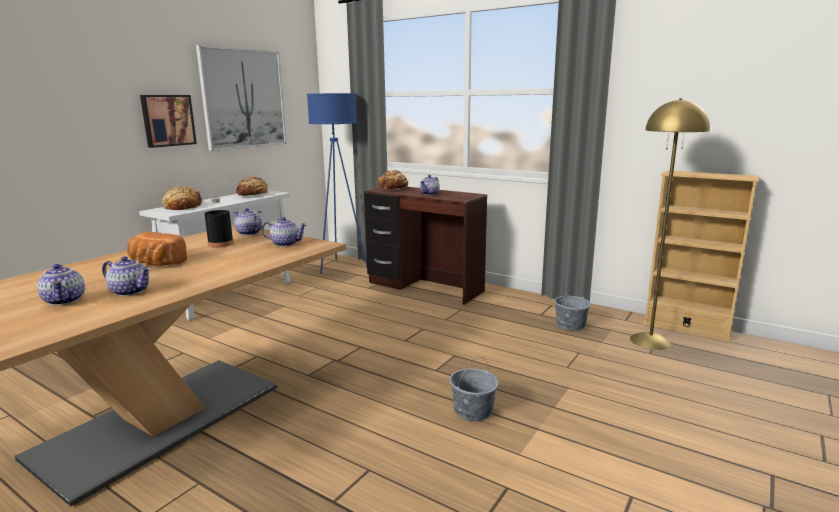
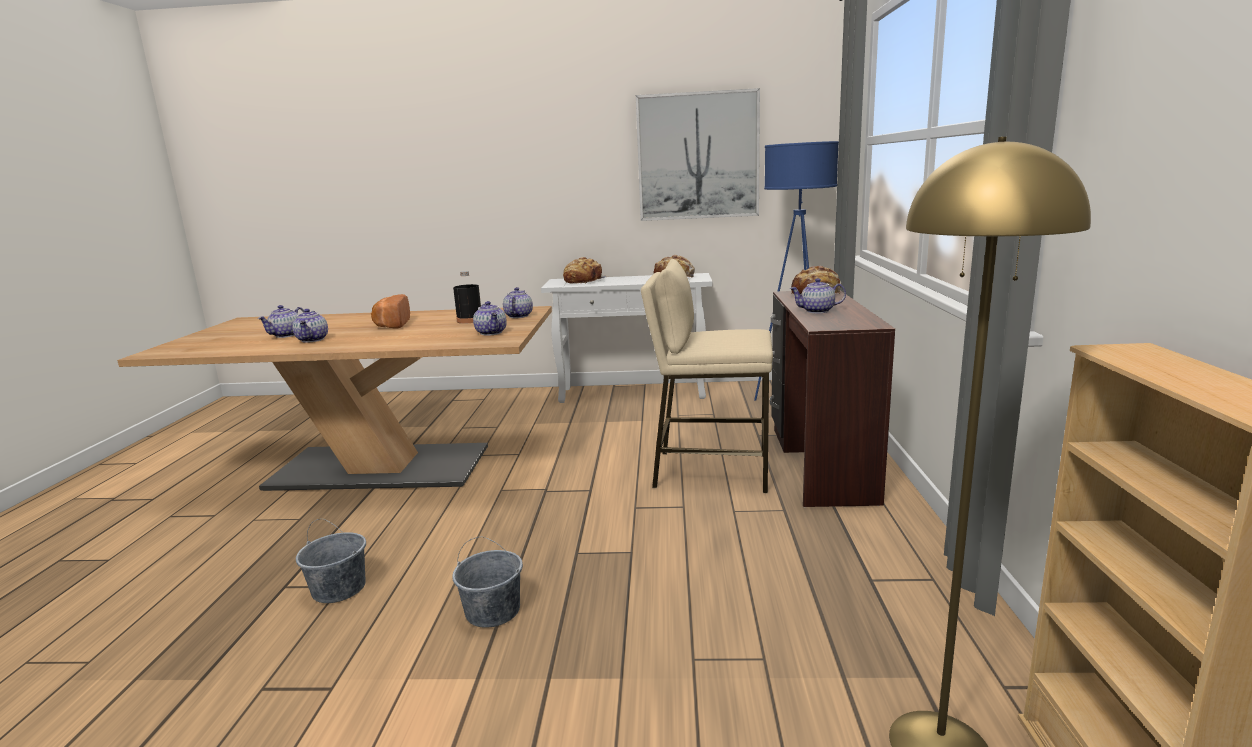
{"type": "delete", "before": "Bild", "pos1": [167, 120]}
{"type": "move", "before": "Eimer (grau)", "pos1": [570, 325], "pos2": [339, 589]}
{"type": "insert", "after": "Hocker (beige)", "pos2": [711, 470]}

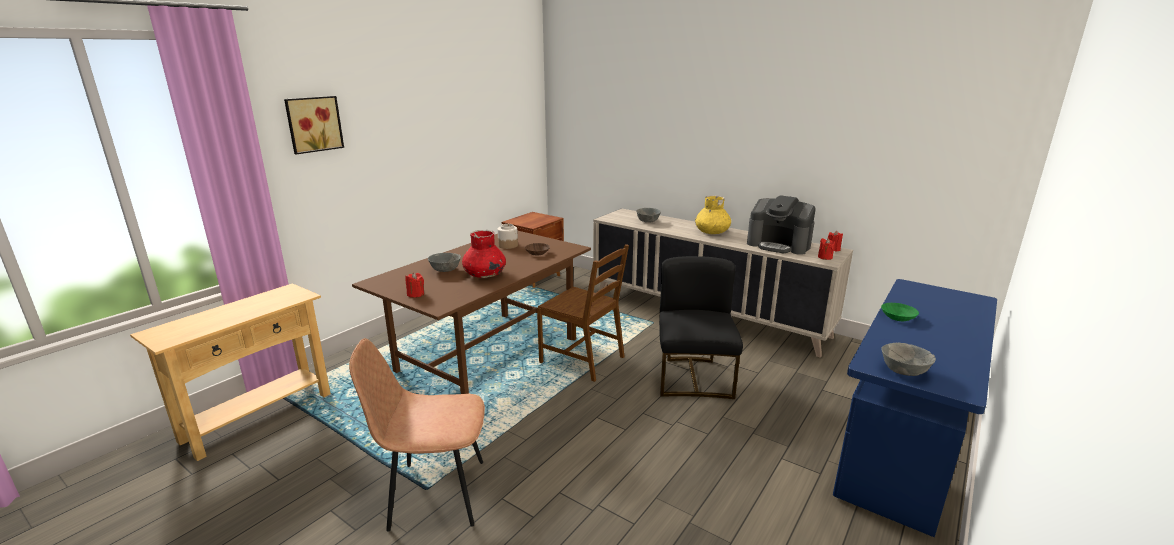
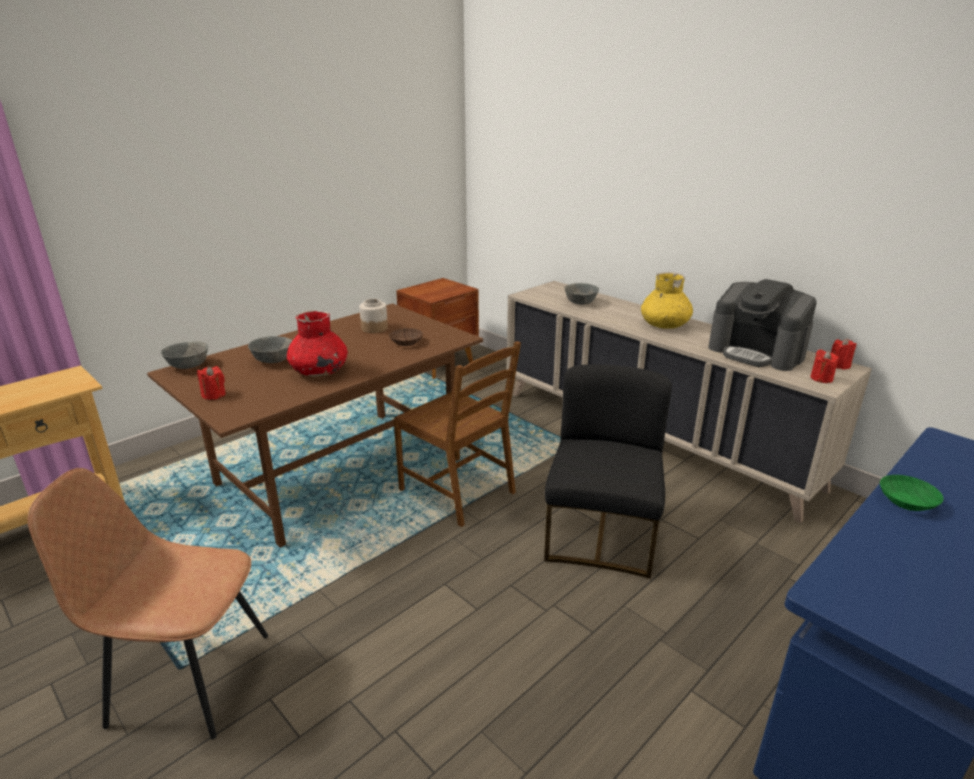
{"type": "delete", "before": "Bild", "pos1": [313, 124]}
{"type": "move", "before": "Schüssel (grau)", "pos1": [903, 371], "pos2": [188, 366]}

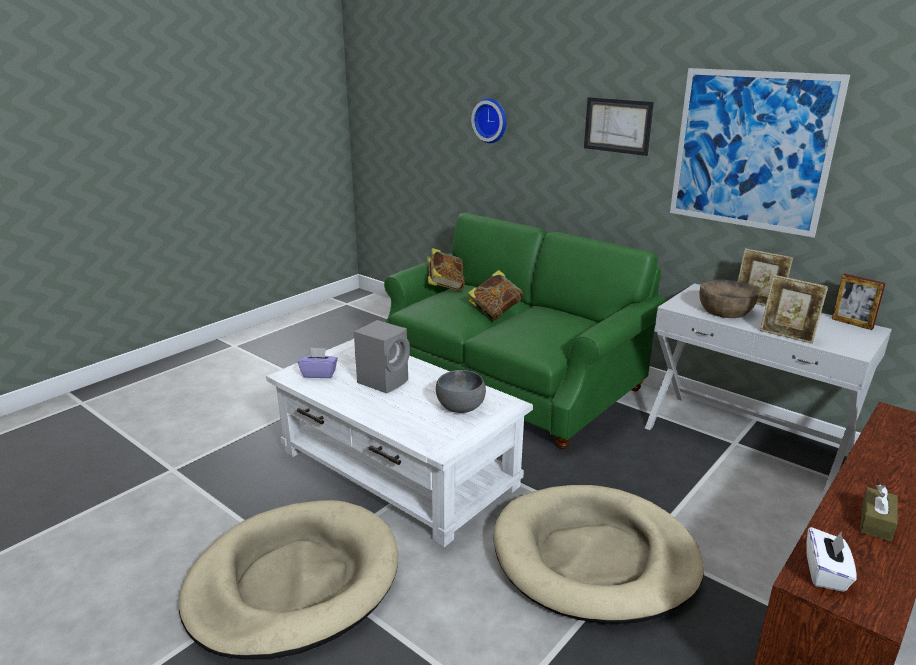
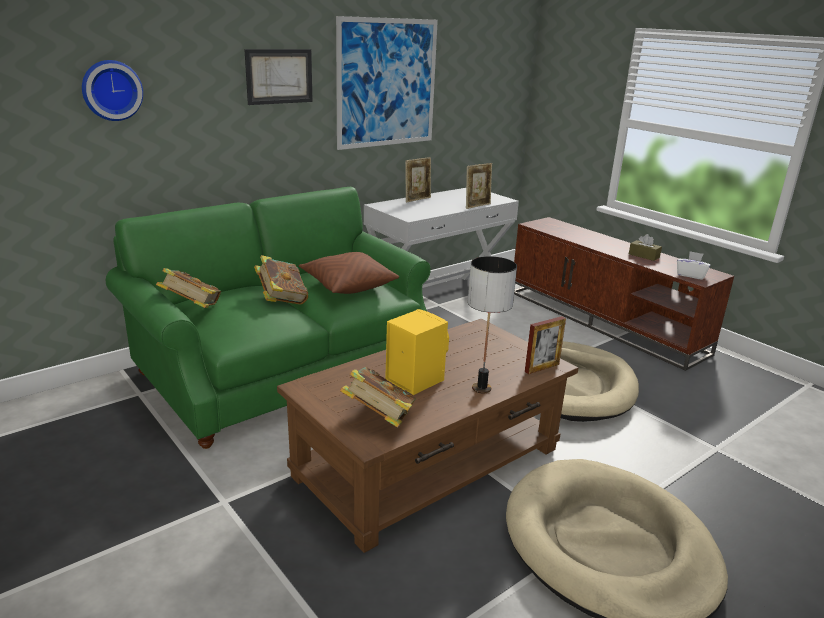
{"type": "move", "before": "Bilderrahmen", "pos1": [852, 323], "pos2": [542, 368]}
{"type": "delete", "before": "Schüssel (braun)", "pos1": [725, 310]}
{"type": "recolor", "before": "Lautsprecher (grau)", "after": "Lautsprecher (gelb)", "pos1": [384, 381], "pos2": [414, 379]}
{"type": "recolor", "before": "Couchtisch (weiß)", "after": "Couchtisch (braun)", "pos1": [398, 469], "pos2": [429, 462]}
{"type": "replace", "before": "Taschentuchbox (lila)", "after": "Buch", "pos1": [319, 374], "pos2": [378, 419]}
{"type": "delete", "before": "Schüssel (grau)", "pos1": [461, 406]}
{"type": "insert", "after": "Kissen (braun)", "pos2": [347, 285]}
{"type": "insert", "after": "Tischlampe", "pos2": [481, 389]}

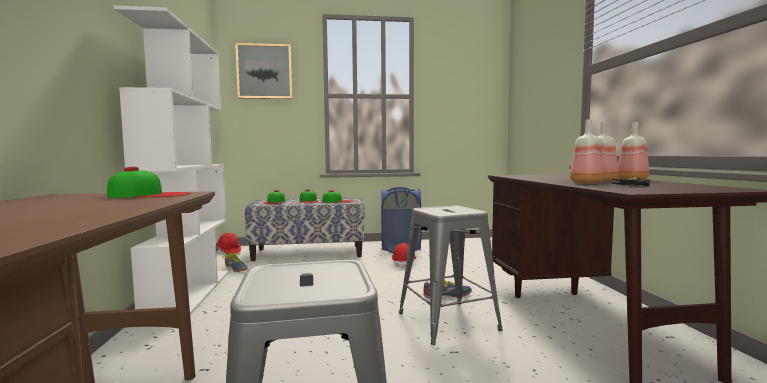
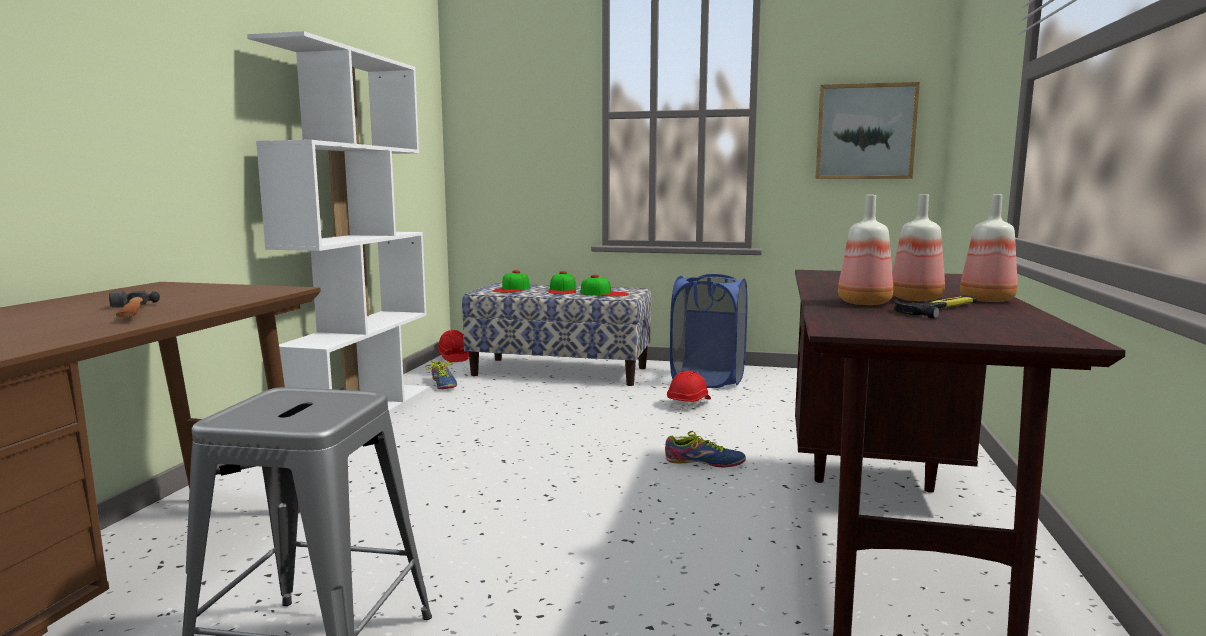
{"type": "move", "before": "Bild", "pos1": [264, 71], "pos2": [865, 132]}
{"type": "delete", "before": "Kappe", "pos1": [150, 195]}
{"type": "delete", "before": "Hocker (grau)", "pos1": [448, 321]}
{"type": "insert", "after": "Hammer", "pos2": [130, 313]}

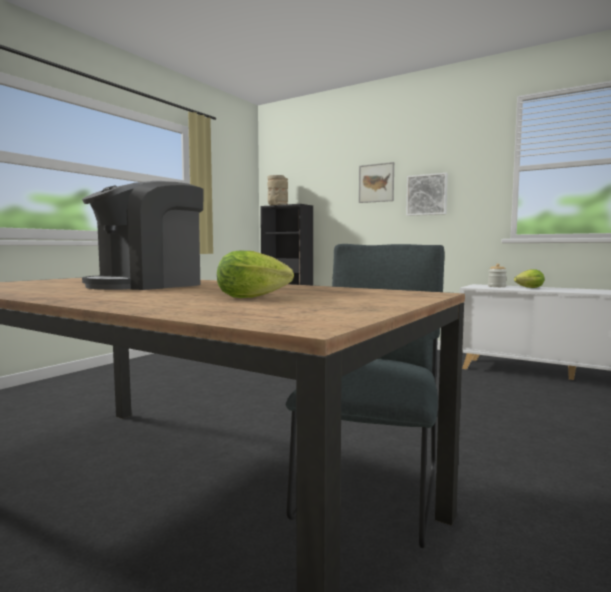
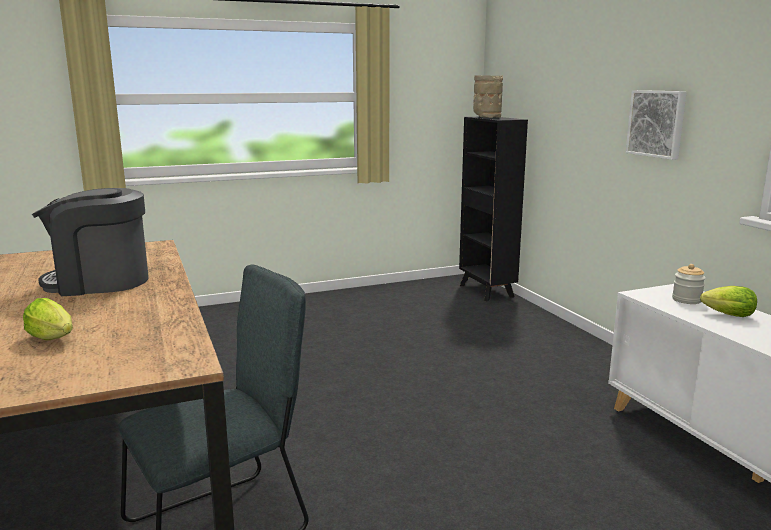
{"type": "delete", "before": "Bild", "pos1": [376, 183]}

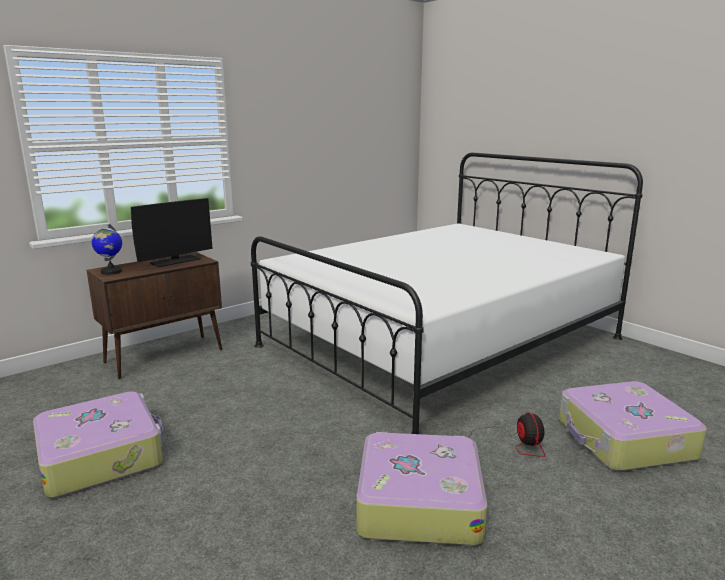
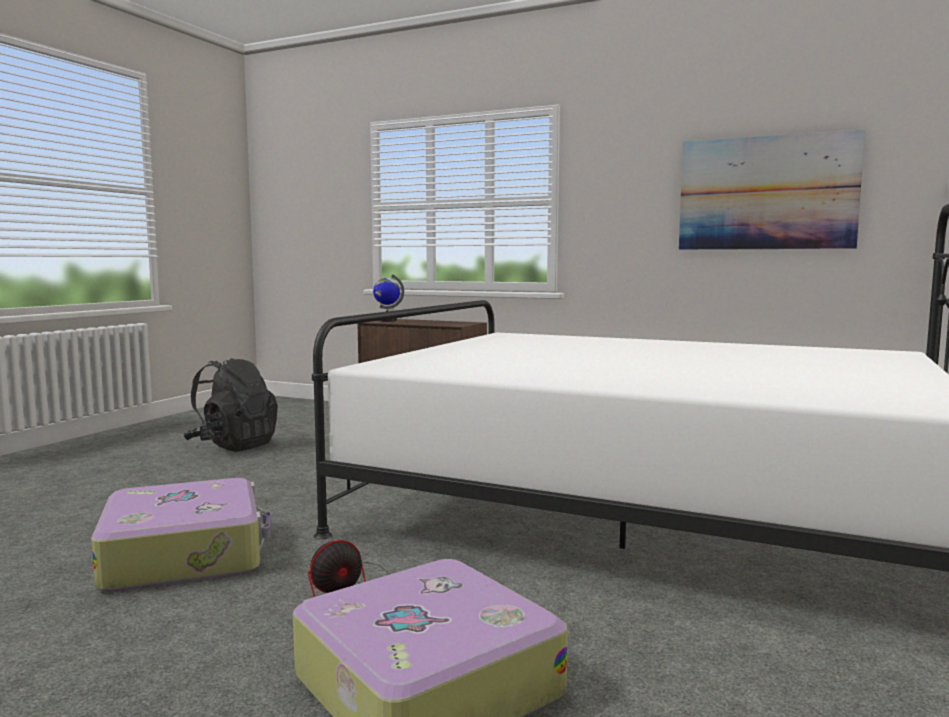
{"type": "delete", "before": "Monitor", "pos1": [175, 261]}
{"type": "replace", "before": "Koffer", "after": "Rucksack (schwarz)", "pos1": [102, 456], "pos2": [233, 445]}
{"type": "insert", "after": "Bild", "pos2": [766, 193]}

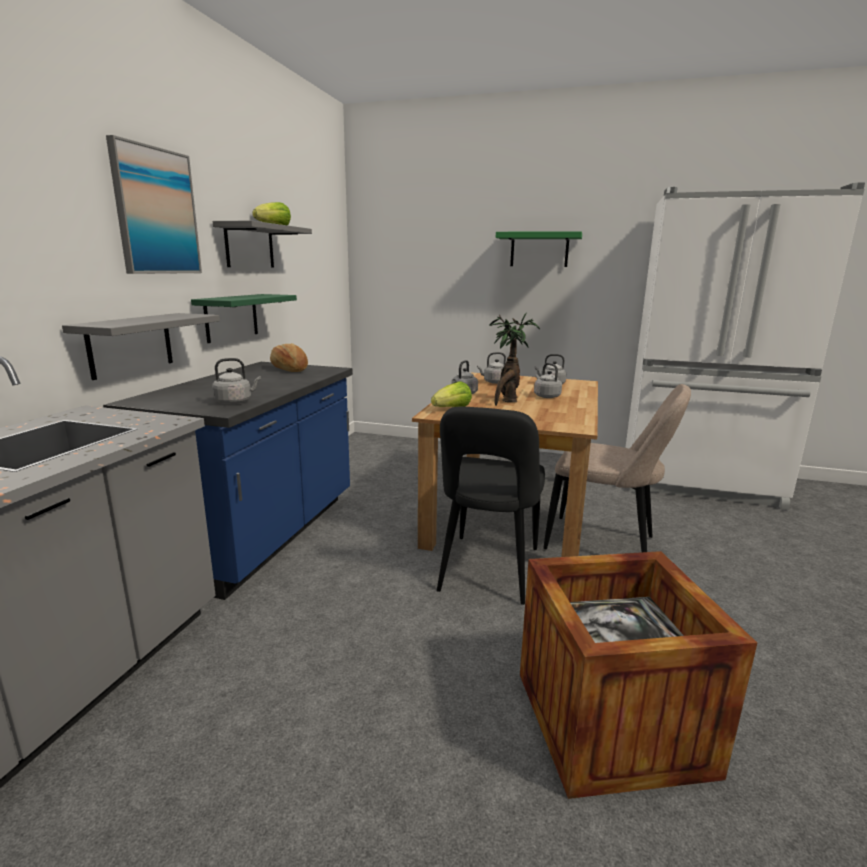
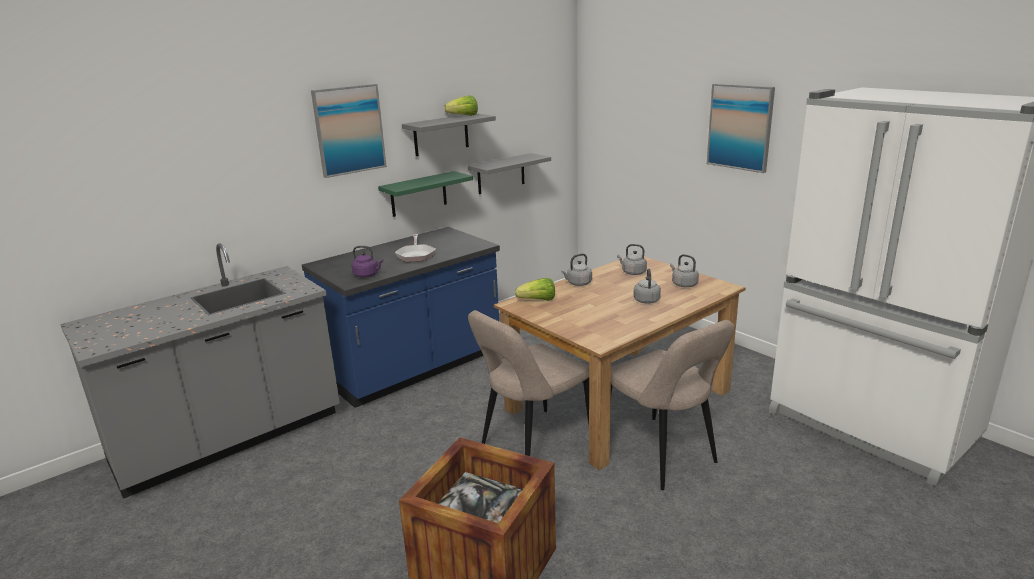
{"type": "replace", "before": "Wandregal (grün)", "after": "Bild", "pos1": [539, 250], "pos2": [740, 127]}
{"type": "move", "before": "Wandregal (grau)", "pos1": [131, 344], "pos2": [501, 174]}
{"type": "delete", "before": "Topfpflanze", "pos1": [507, 401]}
{"type": "delete", "before": "Brot", "pos1": [289, 369]}
{"type": "recolor", "before": "Wasserkessel (grau)", "after": "Wasserkessel (lila)", "pos1": [235, 402], "pos2": [367, 275]}
{"type": "recolor", "before": "Stuhl (schwarz)", "after": "Stuhl (beige)", "pos1": [488, 572], "pos2": [532, 445]}
{"type": "insert", "after": "Pfanne", "pos2": [416, 255]}

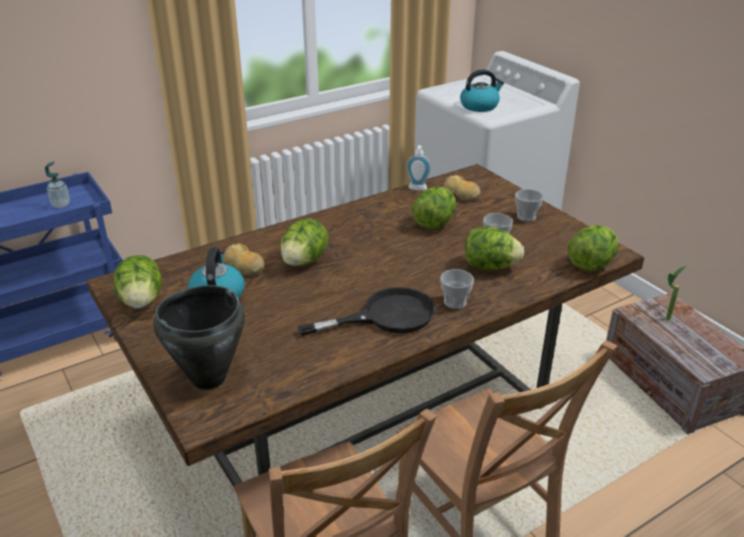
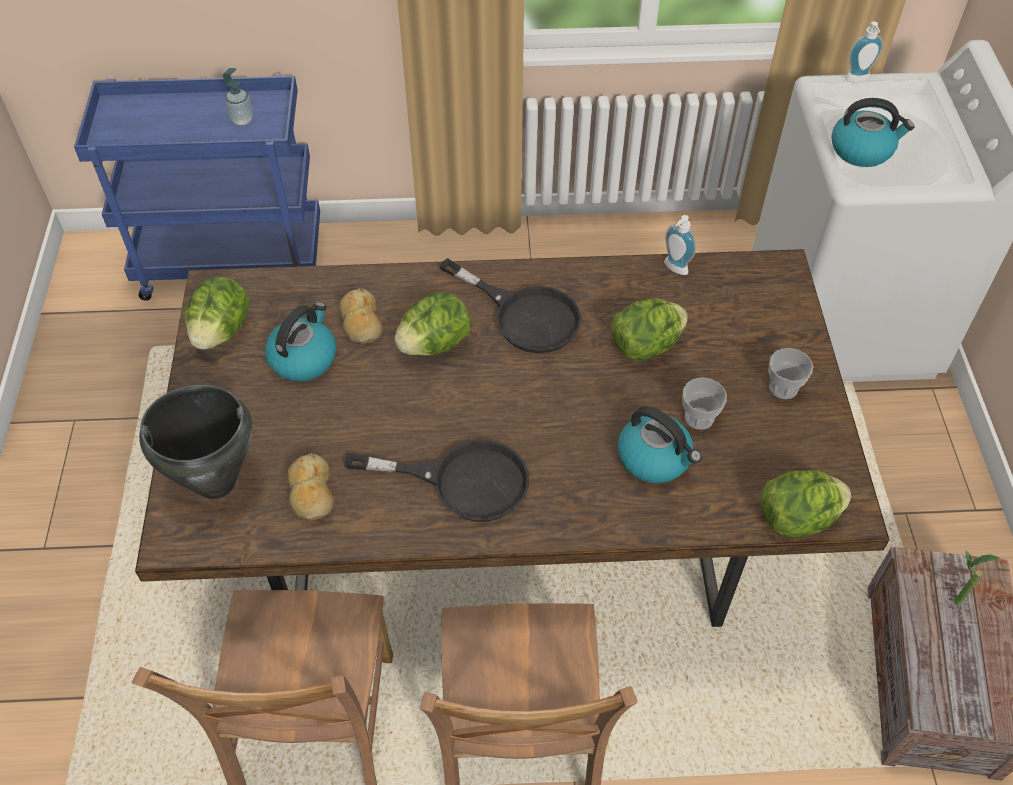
{"type": "move", "before": "Brot", "pos1": [461, 194], "pos2": [311, 493]}
{"type": "replace", "before": "Salatkopf", "after": "Wasserkessel", "pos1": [490, 266], "pos2": [655, 458]}
{"type": "delete", "before": "Tasse", "pos1": [455, 302]}
{"type": "insert", "after": "Seifenspender", "pos2": [858, 80]}
{"type": "insert", "after": "Pfanne (schwarz)", "pos2": [525, 315]}

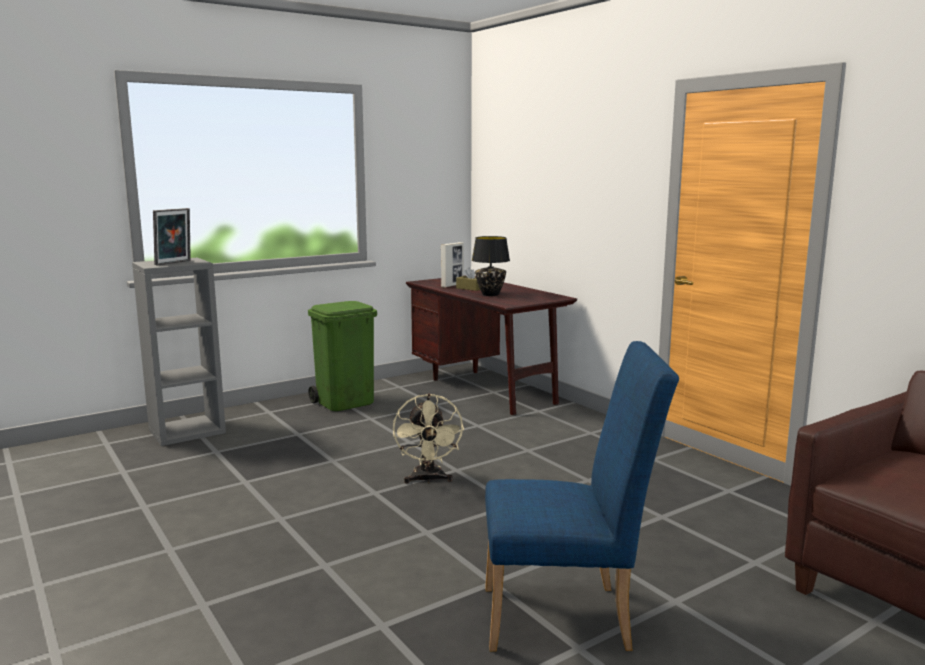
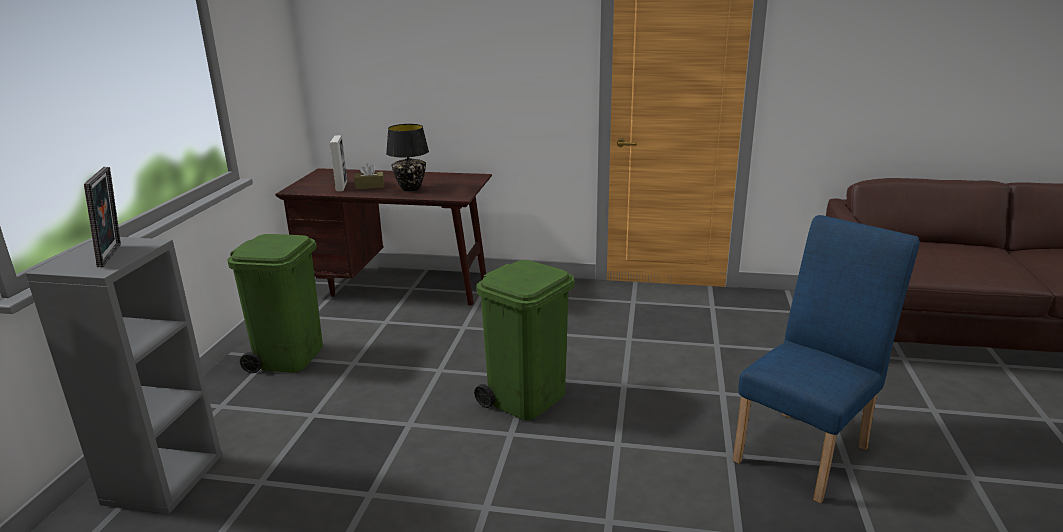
{"type": "replace", "before": "Ventilator (beige)", "after": "Mülleimer (grün)", "pos1": [428, 480], "pos2": [527, 398]}

